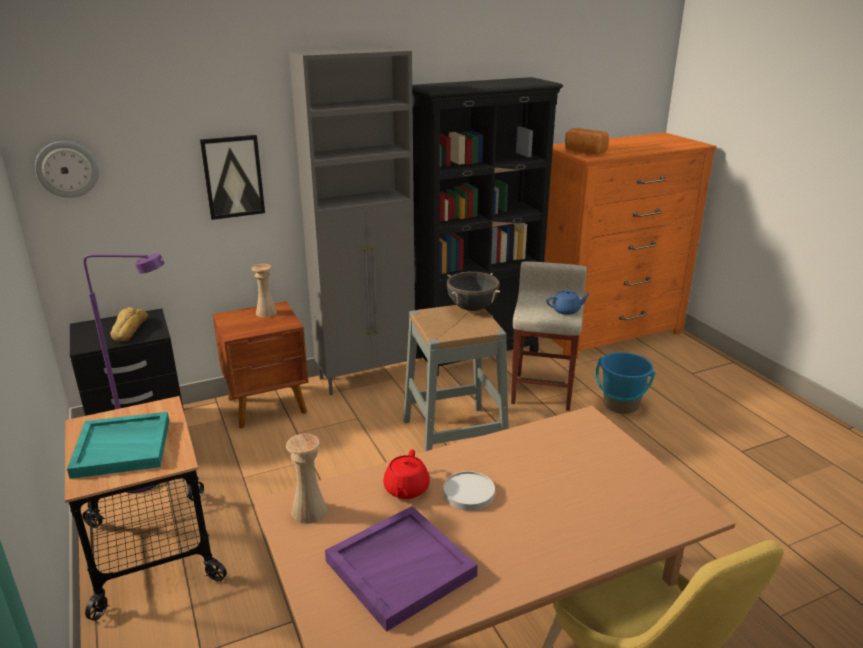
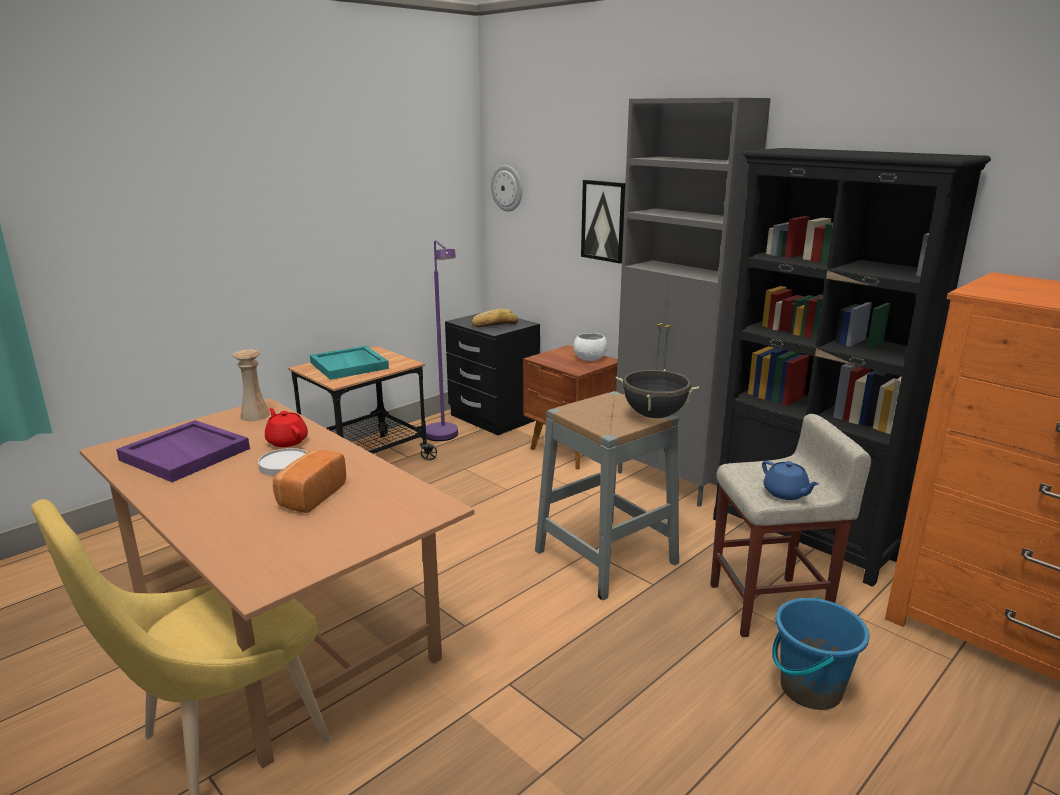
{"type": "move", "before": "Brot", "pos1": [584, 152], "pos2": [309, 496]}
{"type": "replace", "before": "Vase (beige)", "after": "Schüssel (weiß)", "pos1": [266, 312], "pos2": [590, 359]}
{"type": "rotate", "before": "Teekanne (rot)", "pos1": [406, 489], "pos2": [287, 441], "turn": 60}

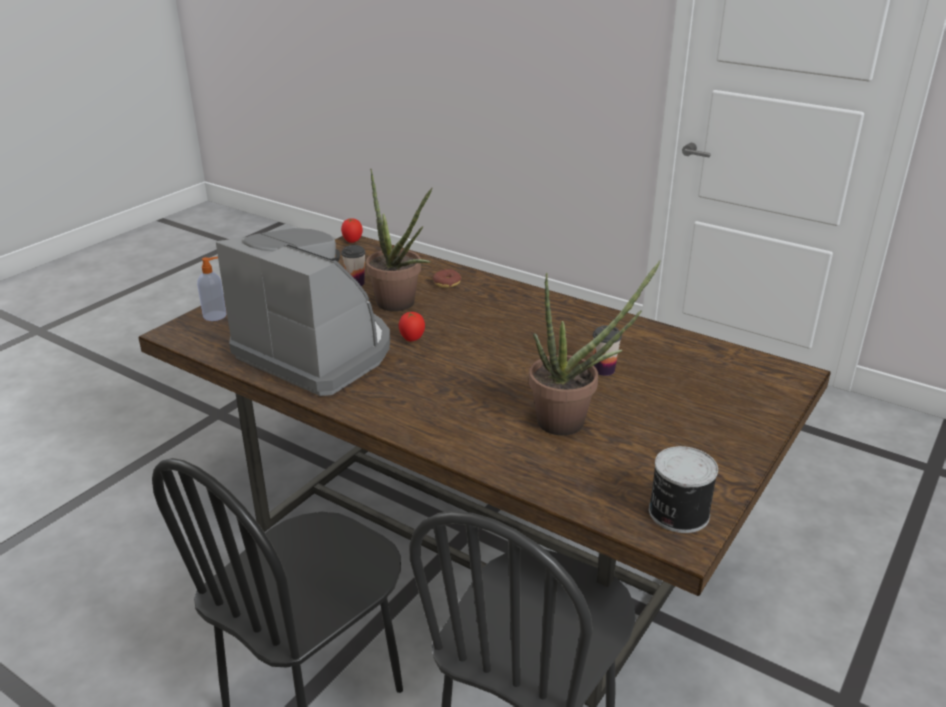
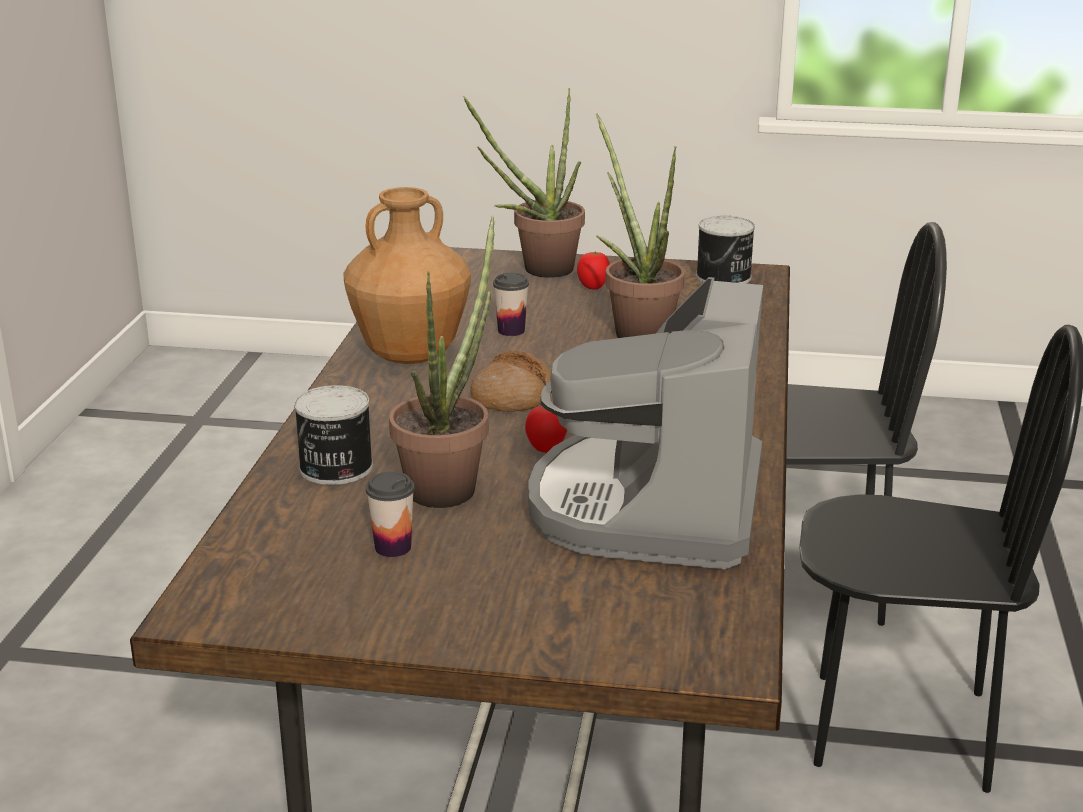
{"type": "move", "before": "Tomate", "pos1": [352, 241], "pos2": [593, 287]}
{"type": "delete", "before": "Seifenspender", "pos1": [216, 316]}
{"type": "replace", "before": "Donut", "after": "Dose", "pos1": [447, 283], "pos2": [335, 468]}
{"type": "insert", "after": "Topfpflanze", "pos2": [538, 270]}
{"type": "insert", "after": "Vase (braun)", "pos2": [411, 356]}
{"type": "insert", "after": "Brot", "pos2": [513, 397]}

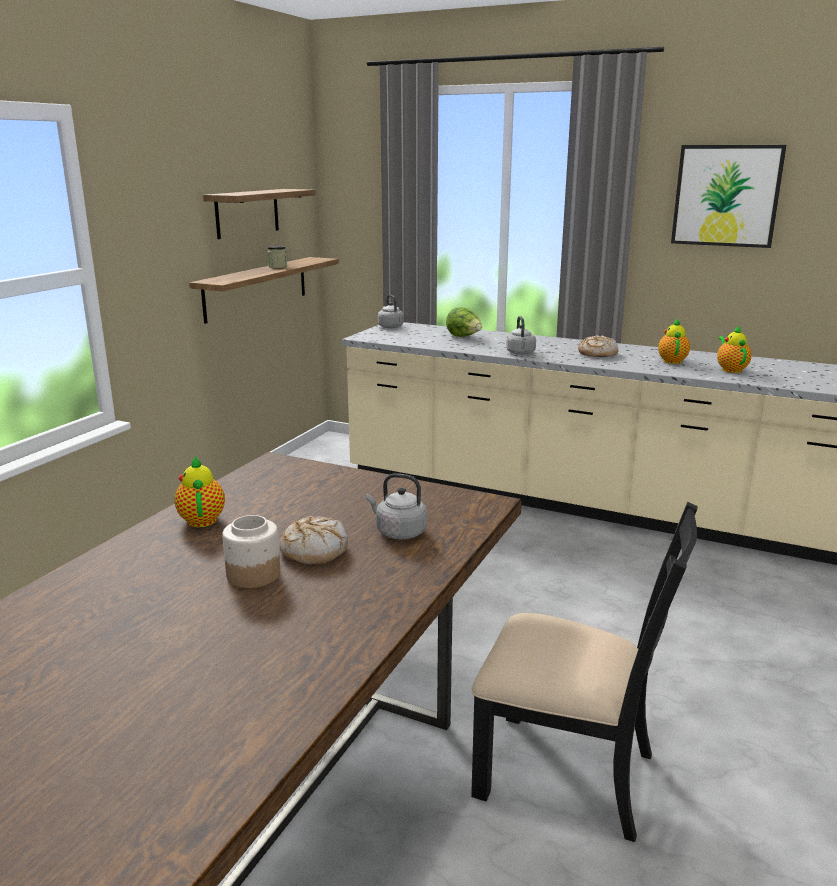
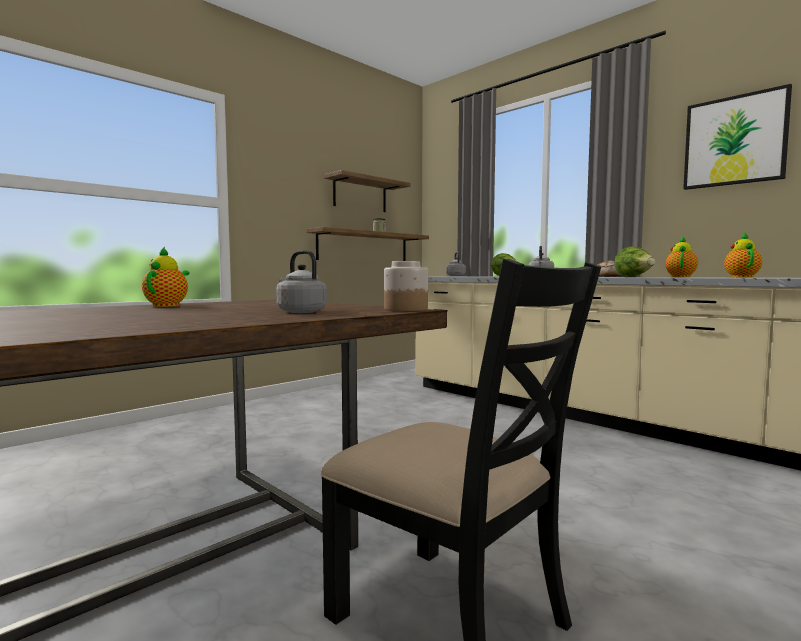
{"type": "move", "before": "Vorratsglas", "pos1": [252, 575], "pos2": [405, 309]}
{"type": "delete", "before": "Brot", "pos1": [314, 550]}
{"type": "insert", "after": "Salatkopf", "pos2": [634, 277]}

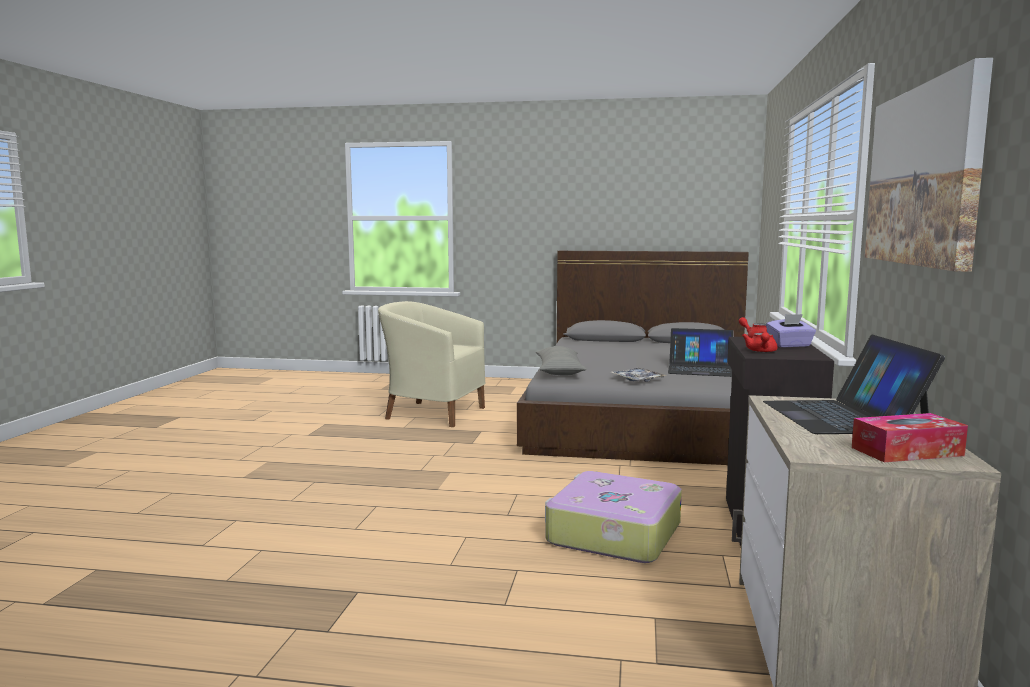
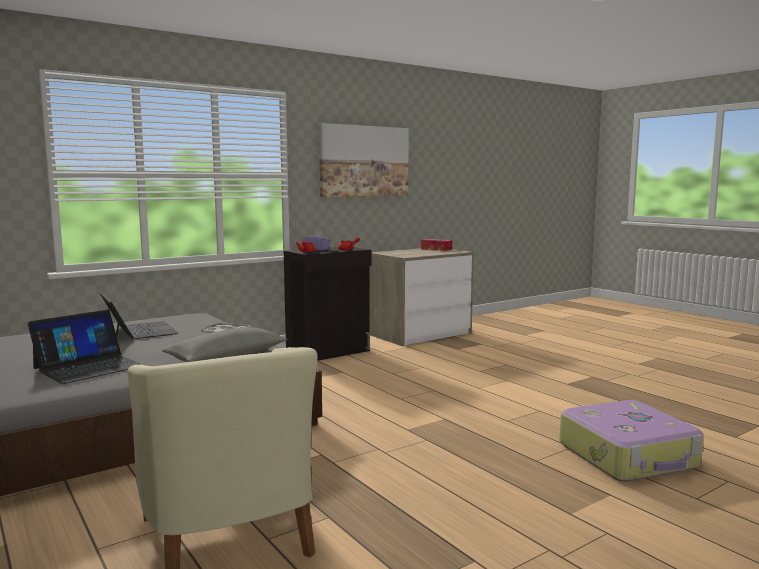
{"type": "move", "before": "Laptop", "pos1": [843, 416], "pos2": [89, 367]}
{"type": "move", "before": "Koffer", "pos1": [612, 533], "pos2": [628, 456]}

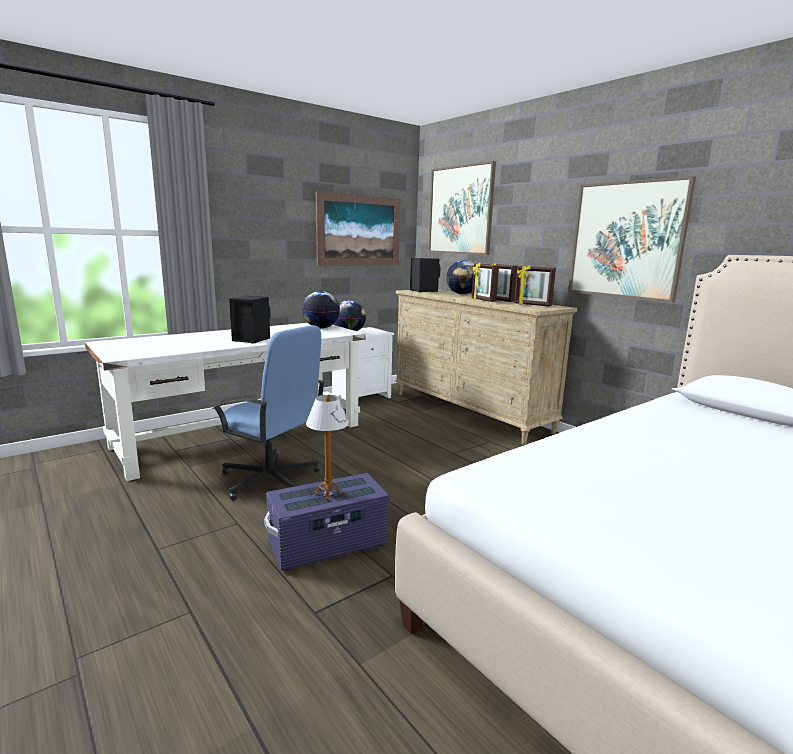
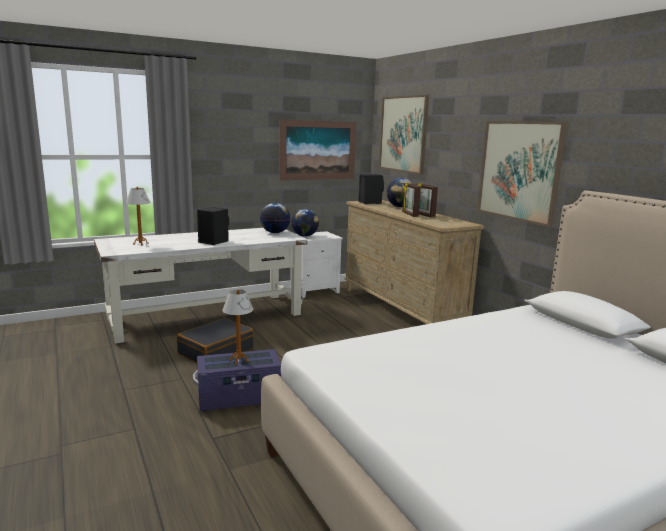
{"type": "delete", "before": "Bilderrahmen", "pos1": [532, 305]}
{"type": "replace", "before": "Bürostuhl (blau)", "after": "Koffer (schwarz)", "pos1": [271, 480], "pos2": [216, 351]}
{"type": "insert", "after": "Tischlampe", "pos2": [140, 244]}

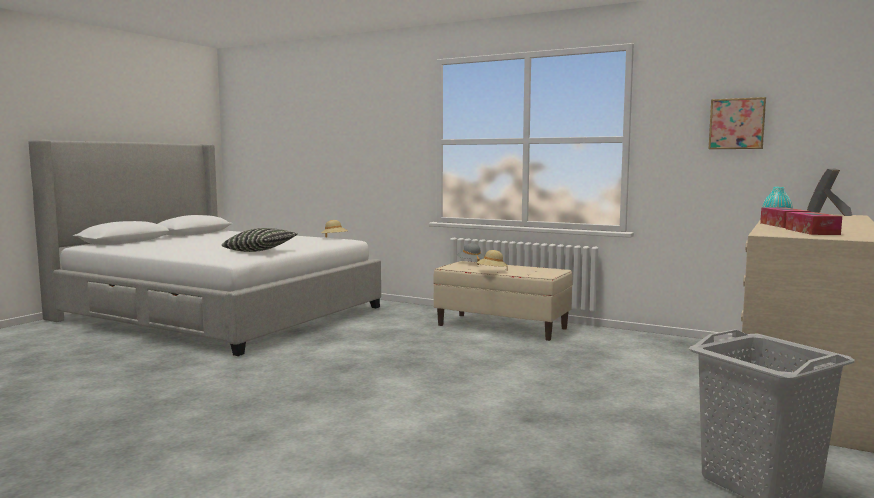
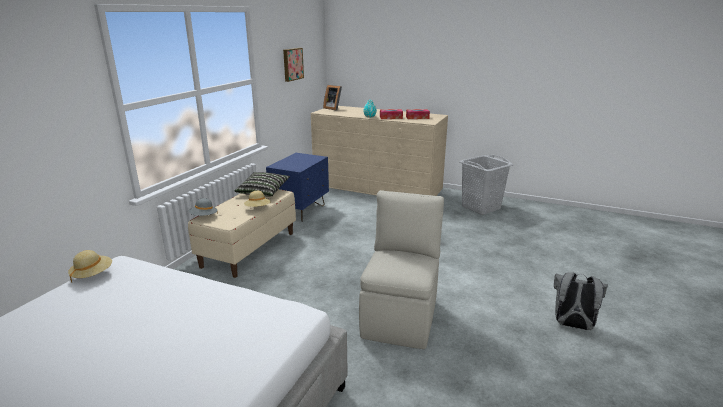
{"type": "move", "before": "Kissen", "pos1": [260, 251], "pos2": [263, 192]}
{"type": "insert", "after": "Nachttisch (blau)", "pos2": [300, 211]}
{"type": "insert", "after": "Stuhl (beige)", "pos2": [401, 317]}
{"type": "insert", "after": "Rucksack (grau)", "pos2": [572, 325]}

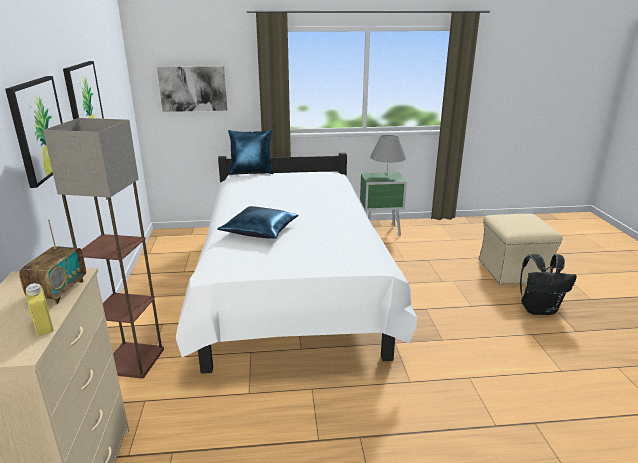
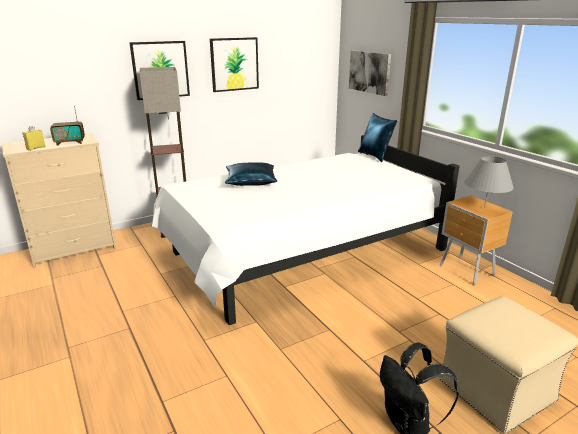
{"type": "recolor", "before": "Nachttisch (grün)", "after": "Nachttisch (braun)", "pos1": [381, 232], "pos2": [467, 272]}

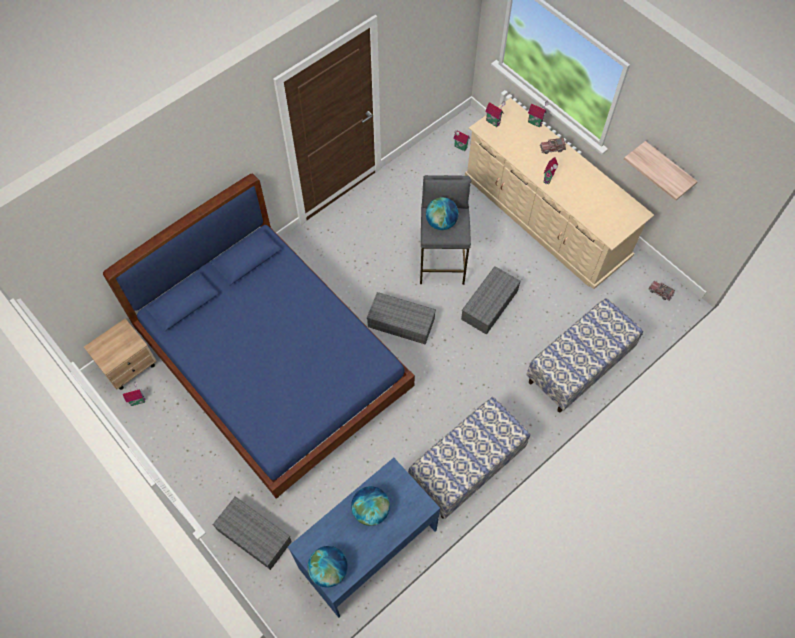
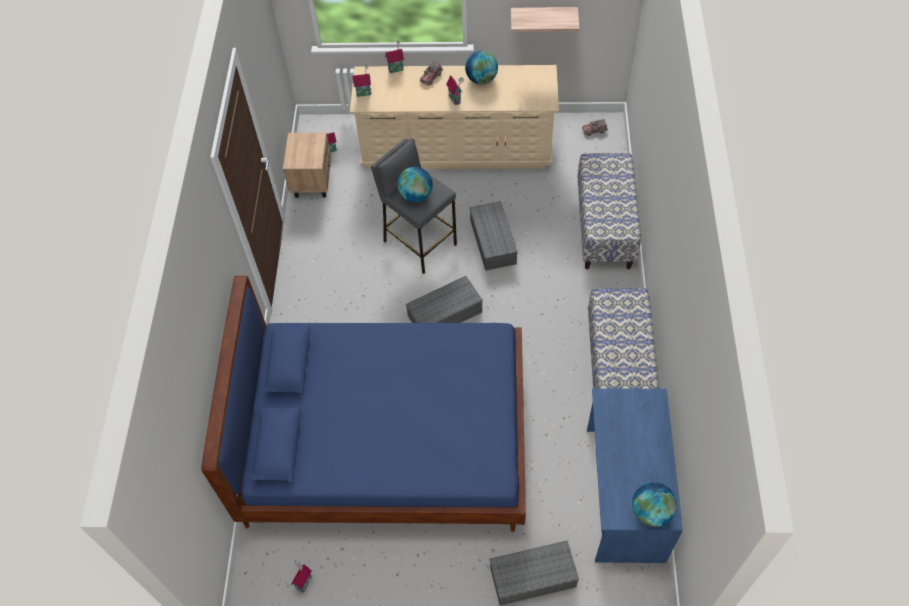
{"type": "move", "before": "Nachttisch (beige)", "pos1": [130, 366], "pos2": [312, 181]}
{"type": "move", "before": "Globus", "pos1": [371, 511], "pos2": [481, 79]}

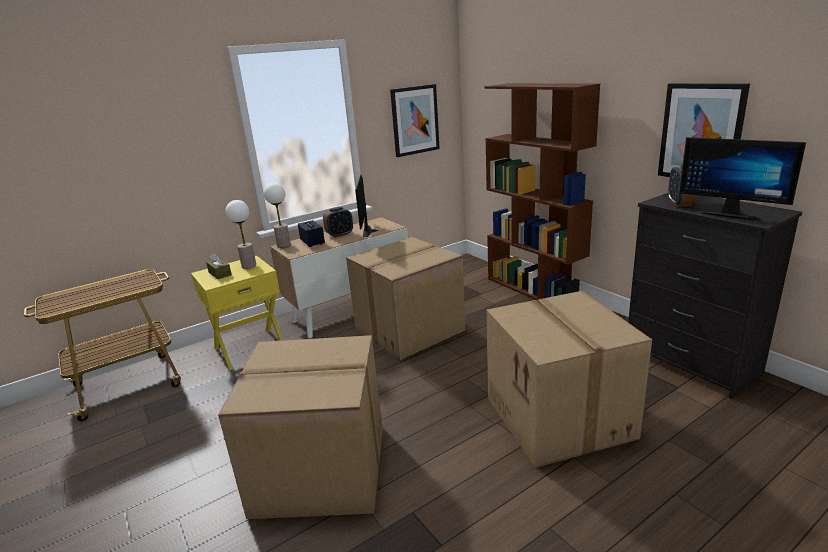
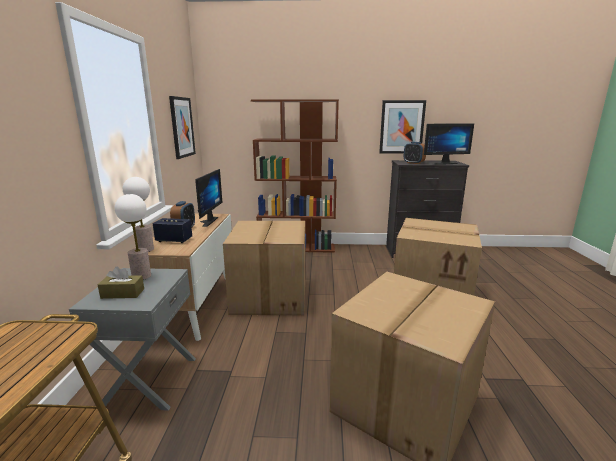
{"type": "rotate", "before": "Monitor", "pos1": [370, 231], "pos2": [206, 221], "turn": -120}
{"type": "recolor", "before": "Nachttisch (gelb)", "after": "Nachttisch (grau)", "pos1": [250, 348], "pos2": [149, 381]}

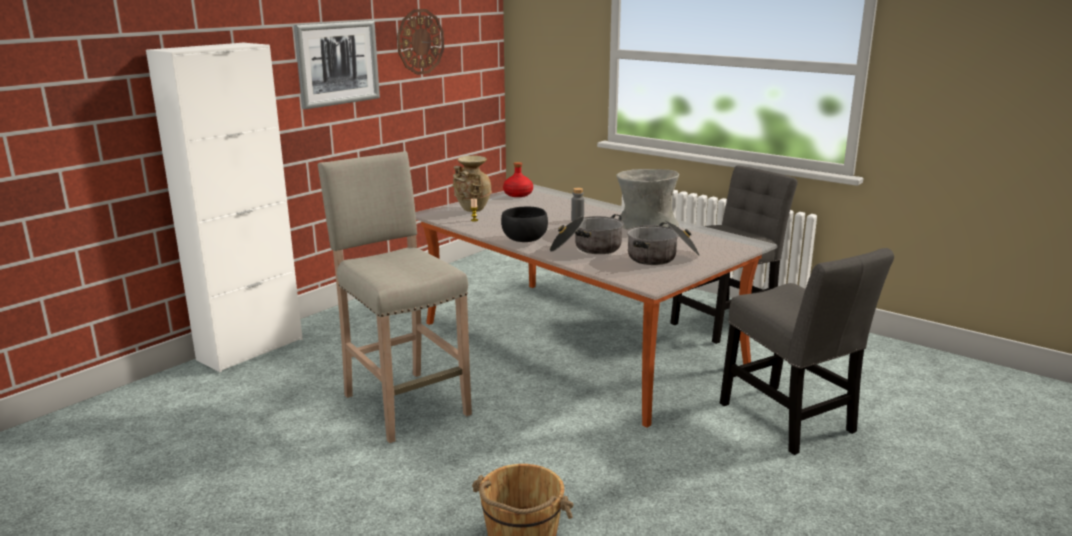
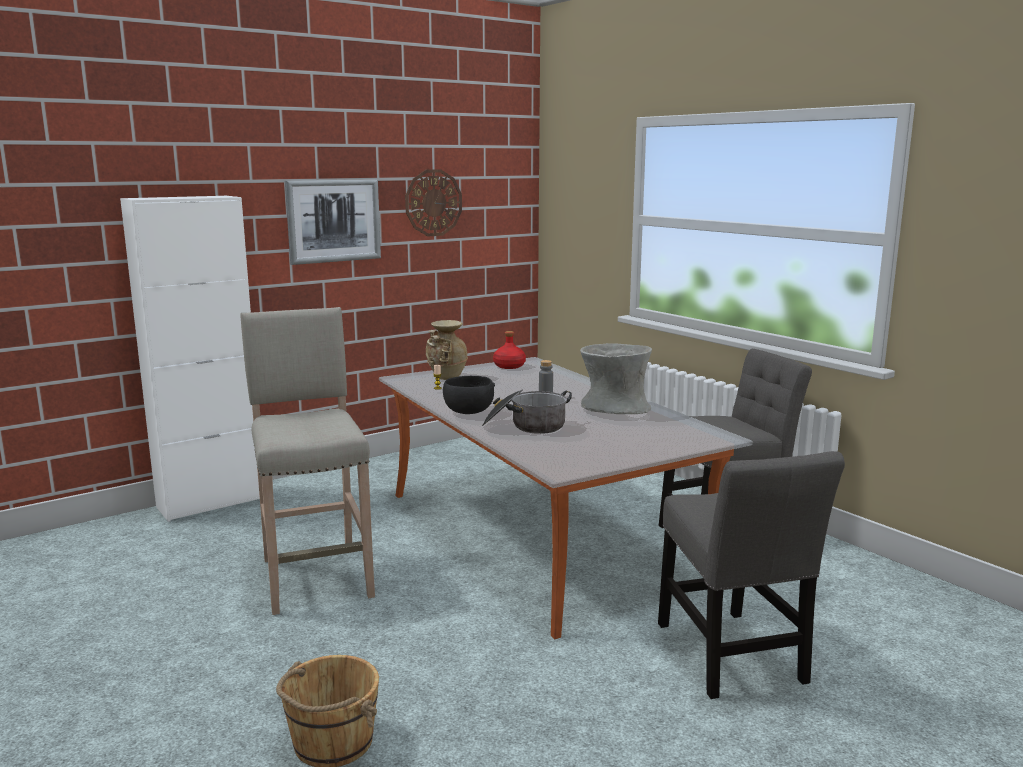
{"type": "delete", "before": "Kochtopf", "pos1": [662, 257]}

